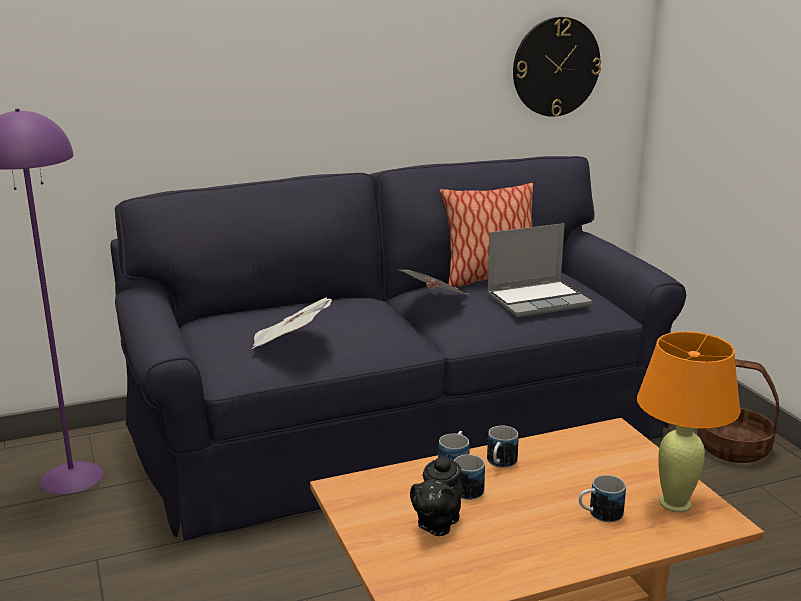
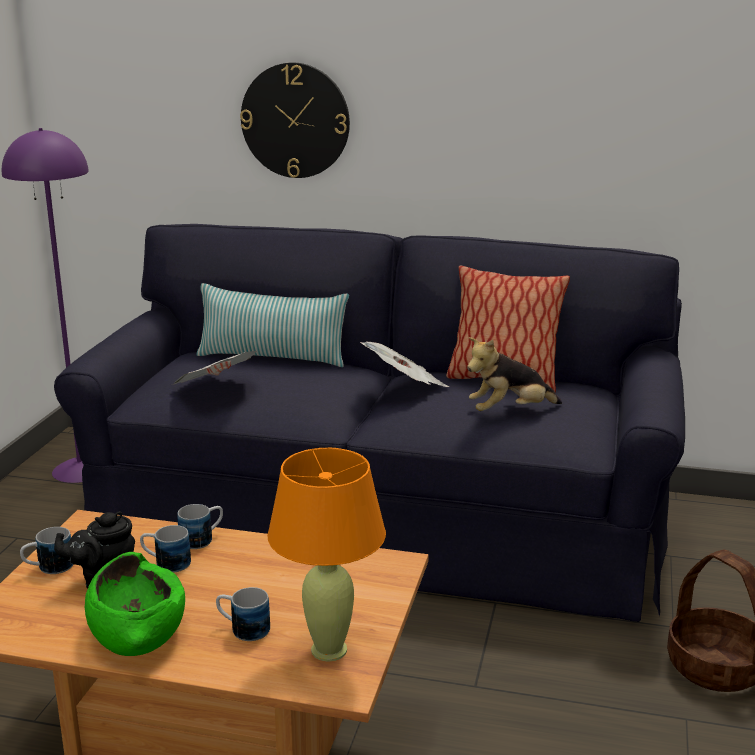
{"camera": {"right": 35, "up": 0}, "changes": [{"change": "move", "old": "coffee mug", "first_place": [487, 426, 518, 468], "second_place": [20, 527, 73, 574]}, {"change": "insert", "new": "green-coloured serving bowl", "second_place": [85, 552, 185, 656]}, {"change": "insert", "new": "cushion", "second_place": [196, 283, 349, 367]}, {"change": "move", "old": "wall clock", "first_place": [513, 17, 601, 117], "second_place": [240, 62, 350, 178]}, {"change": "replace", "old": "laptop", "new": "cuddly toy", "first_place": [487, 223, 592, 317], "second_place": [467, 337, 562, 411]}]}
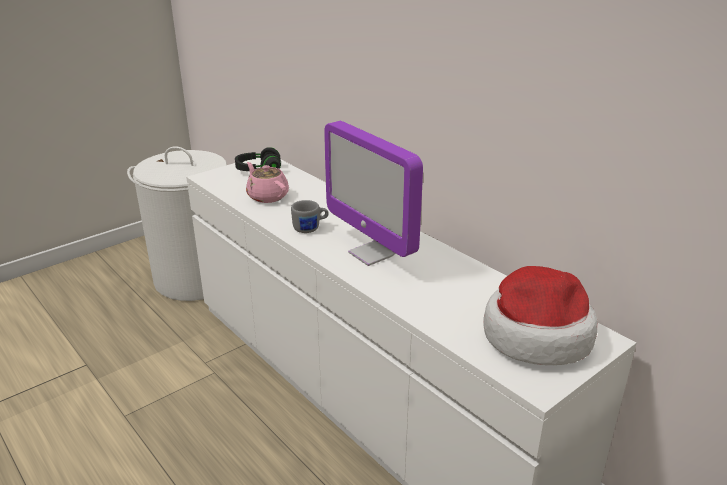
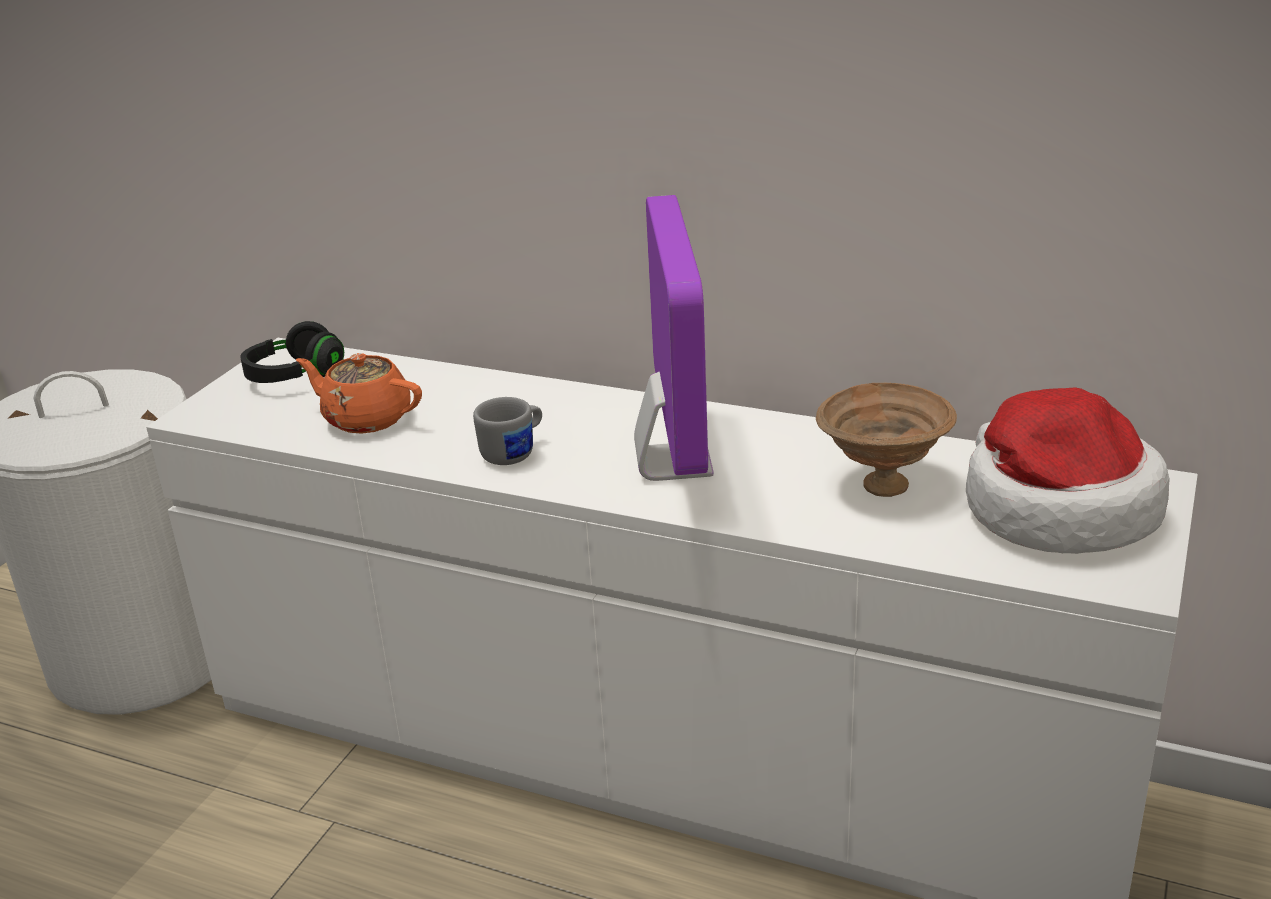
{"camera": {"right": -25, "up": 0}, "changes": [{"change": "recolor", "old": "pink pot for tea", "new": "orangey pot for tea", "first_place": [246, 162, 289, 203], "second_place": [296, 353, 422, 434]}, {"change": "rotate", "old": "computer display", "first_place": [324, 121, 423, 266], "second_place": [634, 195, 714, 481], "degrees": -120}, {"change": "insert", "new": "brown-coloured serving bowl", "second_place": [816, 382, 957, 497]}]}
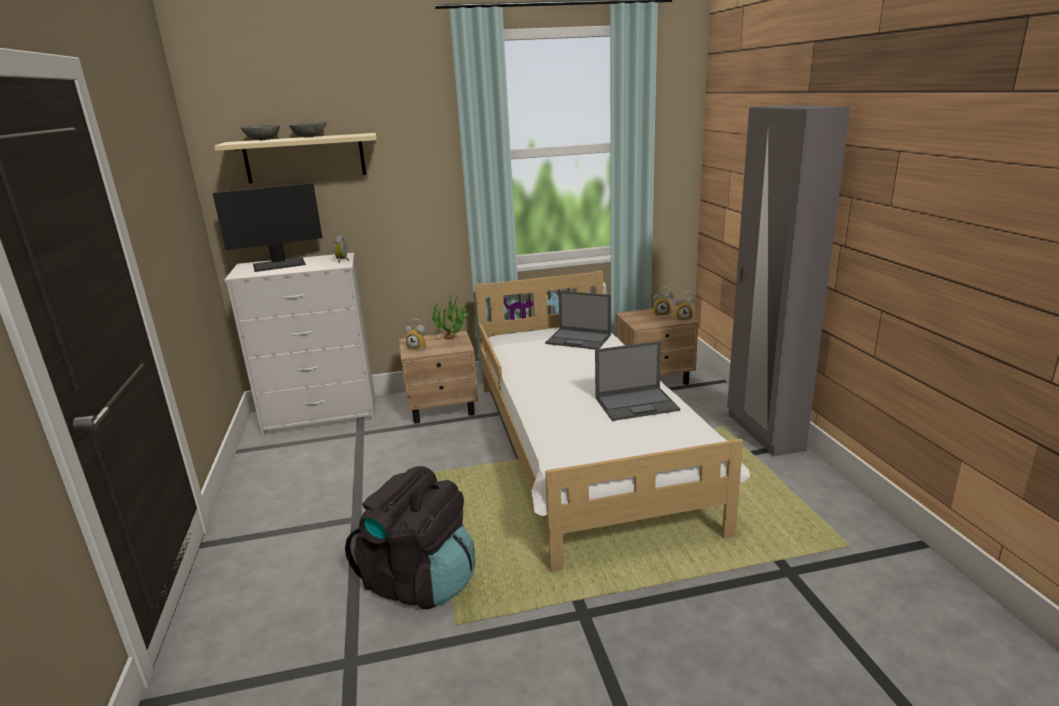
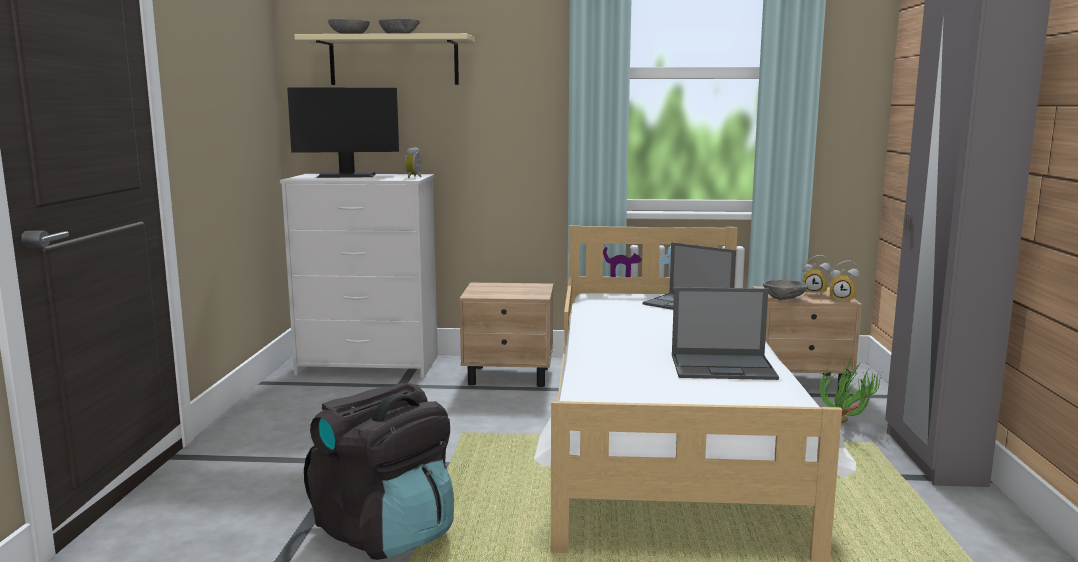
{"camera": {"right": 15, "up": -10}, "changes": [{"change": "insert", "new": "grey serving bowl", "second_place": [763, 280, 808, 300]}, {"change": "move", "old": "plant in a pot", "first_place": [431, 294, 471, 339], "second_place": [818, 359, 881, 423]}, {"change": "delete", "old": "table clock", "first_place": [405, 319, 426, 350]}]}
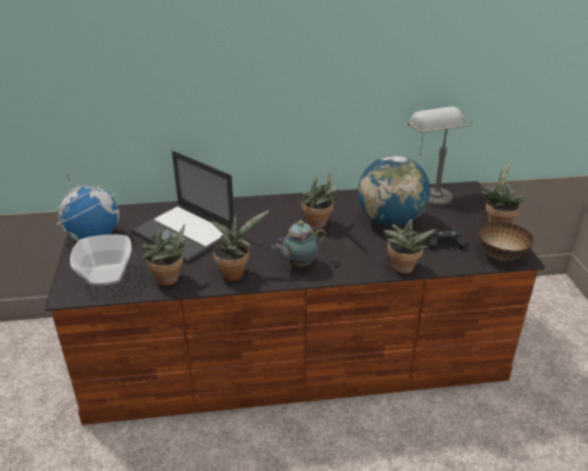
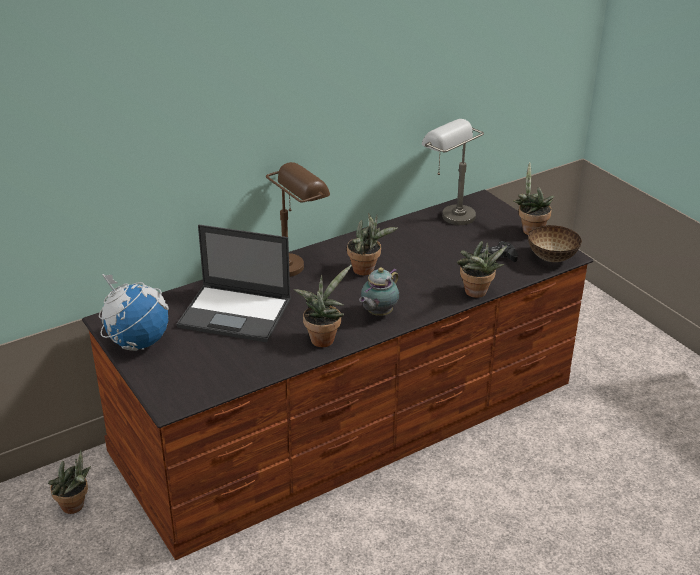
{"camera": {"right": -25, "up": 0}, "changes": [{"change": "move", "old": "plant in a pot", "first_place": [142, 224, 190, 286], "second_place": [48, 450, 91, 514]}, {"change": "insert", "new": "brown-coloured tabletop lamp", "second_place": [266, 162, 330, 277]}, {"change": "delete", "old": "serving bowl", "first_place": [70, 235, 132, 285]}, {"change": "delete", "old": "desk globe", "first_place": [358, 155, 430, 226]}]}
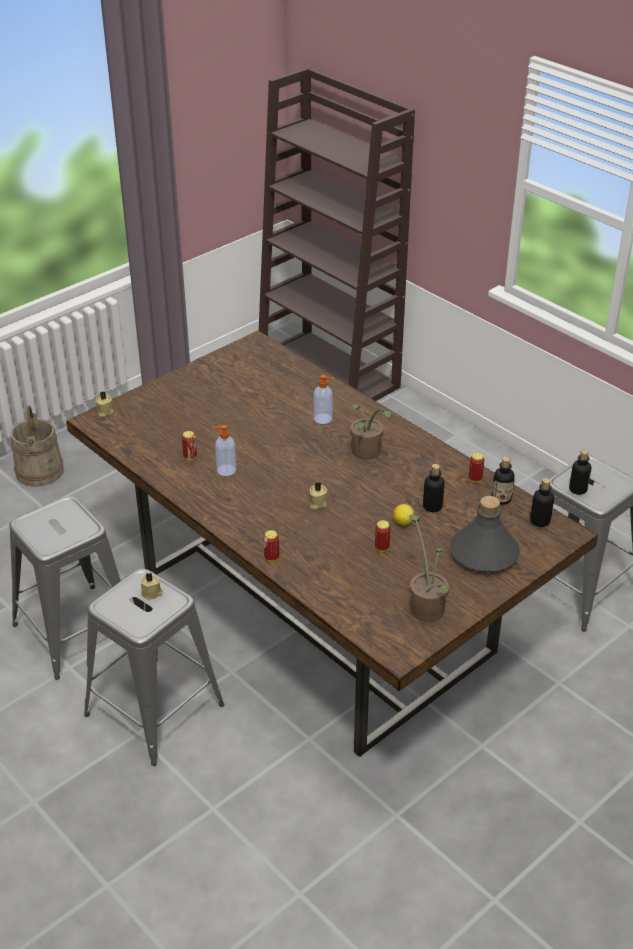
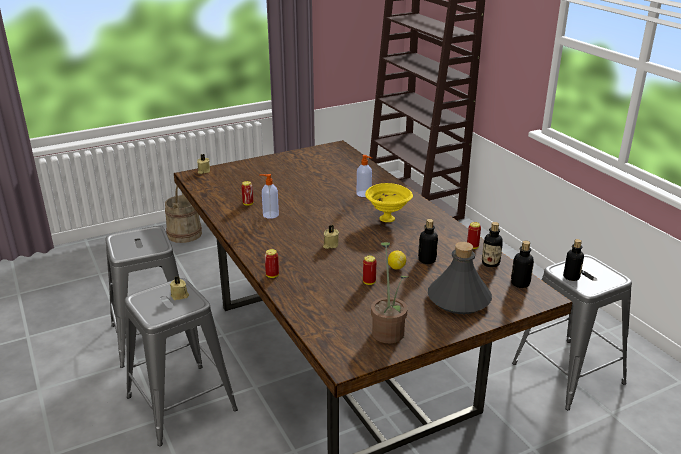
{"camera": {"right": 15, "up": -10}, "changes": [{"change": "replace", "old": "plant in a pot", "new": "yellow-coloured serving bowl", "first_place": [350, 404, 391, 460], "second_place": [365, 183, 413, 222]}]}
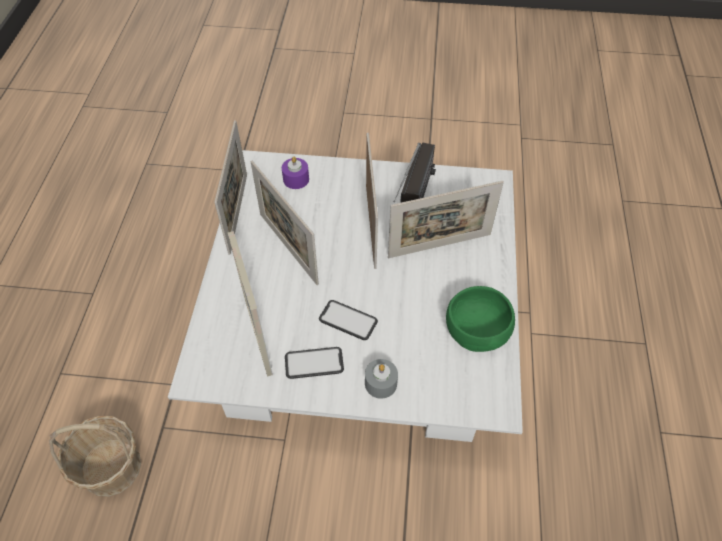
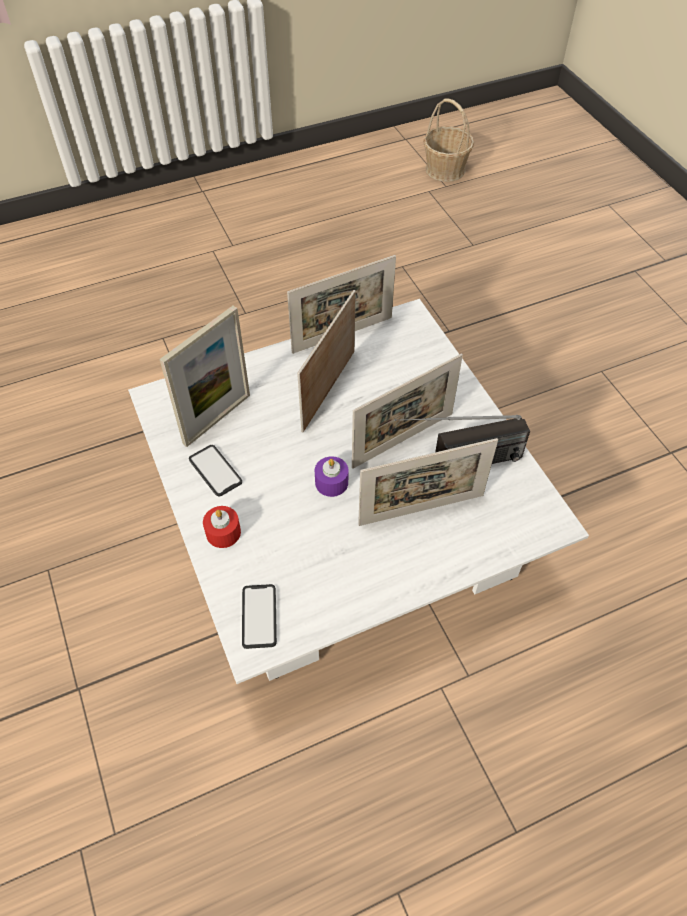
{"camera": {"right": 60, "up": 0}, "changes": [{"change": "recolor", "old": "grey wax light", "new": "red-coloured wax light", "first_place": [365, 359, 398, 399], "second_place": [203, 506, 241, 548]}, {"change": "move", "old": "telephone", "first_place": [319, 300, 378, 340], "second_place": [242, 584, 277, 649]}, {"change": "move", "old": "purplish wax light", "first_place": [282, 157, 309, 189], "second_place": [315, 456, 348, 497]}, {"change": "rotate", "old": "photo frame", "first_place": [388, 181, 504, 258], "second_place": [358, 438, 498, 526], "degrees": -60}, {"change": "move", "old": "storage basket", "first_place": [49, 416, 141, 497], "second_place": [423, 99, 474, 182]}, {"change": "delete", "old": "green-coloured serving bowl", "first_place": [446, 286, 515, 352]}]}
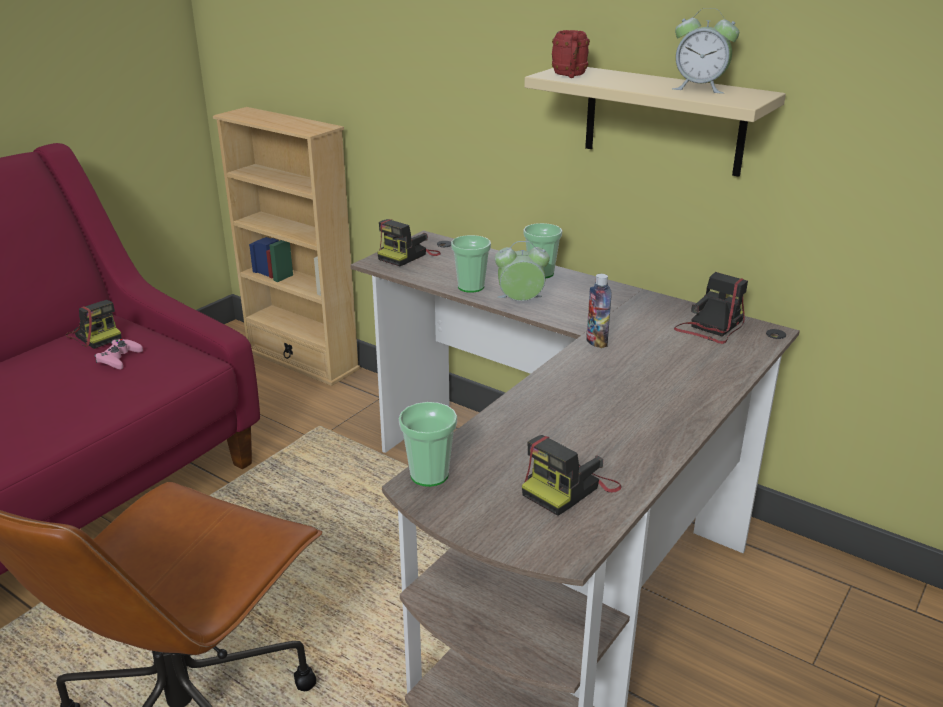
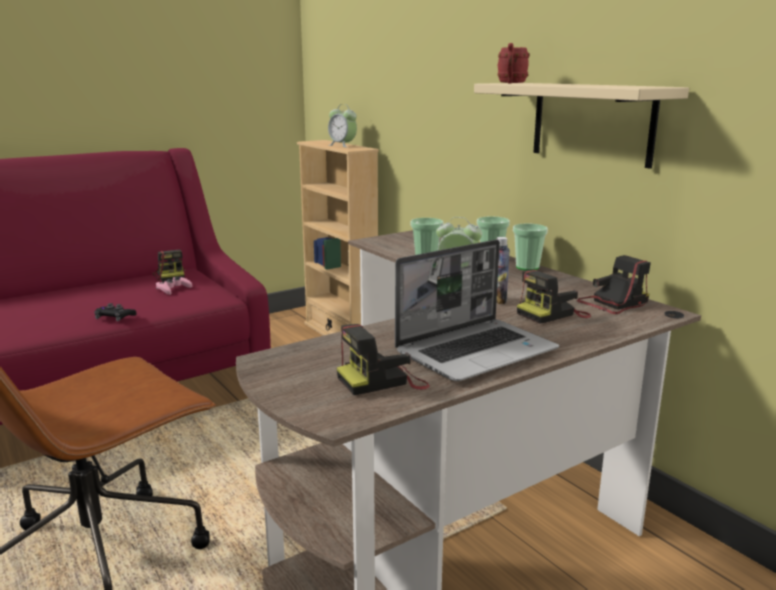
{"camera": {"right": 20, "up": -10}, "changes": [{"change": "insert", "new": "black gamepad", "second_place": [94, 303, 136, 321]}, {"change": "move", "old": "table clock", "first_place": [672, 8, 739, 94], "second_place": [328, 104, 357, 147]}, {"change": "insert", "new": "laptop", "second_place": [395, 239, 559, 381]}, {"change": "move", "old": "drinking cup", "first_place": [399, 402, 457, 487], "second_place": [513, 224, 548, 270]}, {"change": "move", "old": "still camera", "first_place": [377, 219, 441, 266], "second_place": [517, 270, 591, 324]}]}
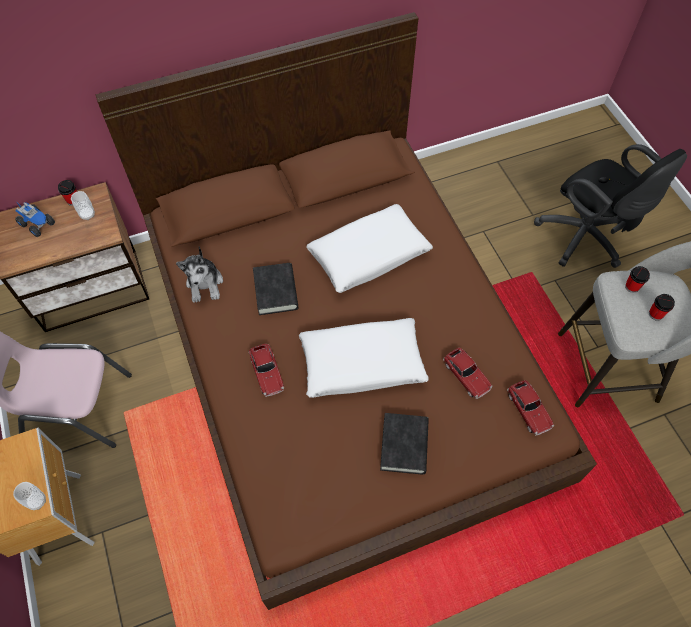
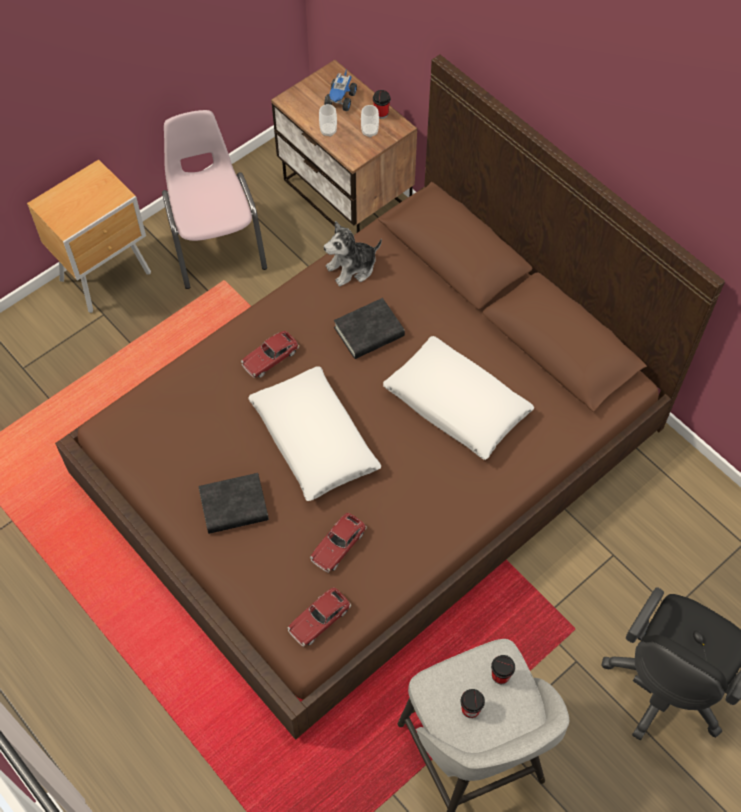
{"camera": {"right": 70, "up": 0}, "changes": [{"change": "move", "old": "drinking cup", "first_place": [13, 482, 46, 510], "second_place": [319, 104, 337, 137]}]}
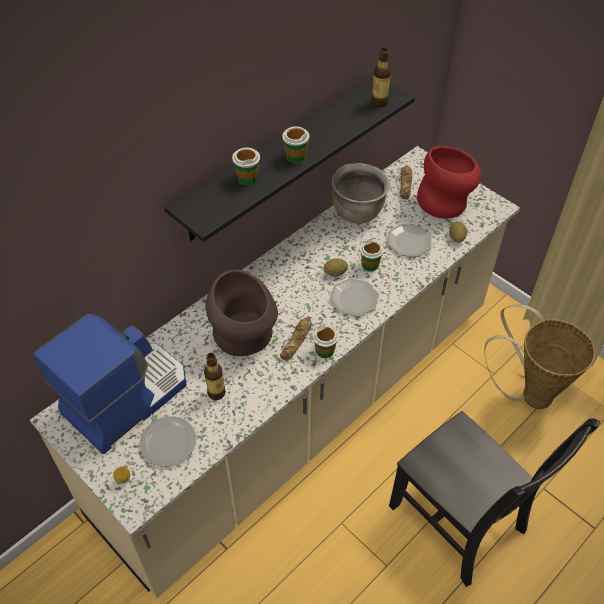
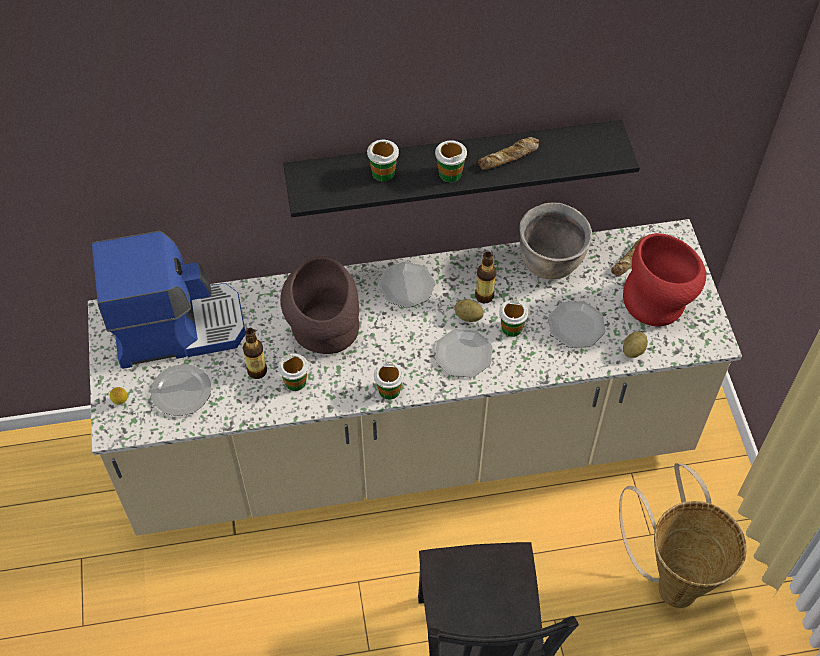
{"camera": {"right": 35, "up": 5}, "changes": [{"change": "insert", "new": "drinking cup", "second_place": [278, 354, 309, 391]}, {"change": "insert", "new": "flat dish", "second_place": [378, 261, 435, 308]}, {"change": "move", "old": "bottle", "first_place": [371, 48, 391, 107], "second_place": [475, 251, 496, 304]}, {"change": "move", "old": "bakery bread", "first_place": [280, 317, 312, 361], "second_place": [478, 137, 539, 170]}]}
